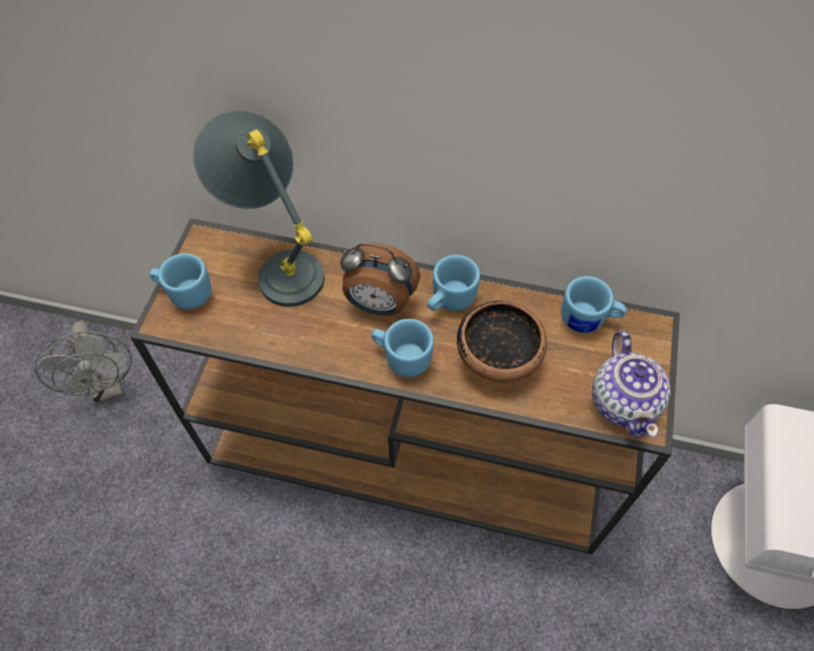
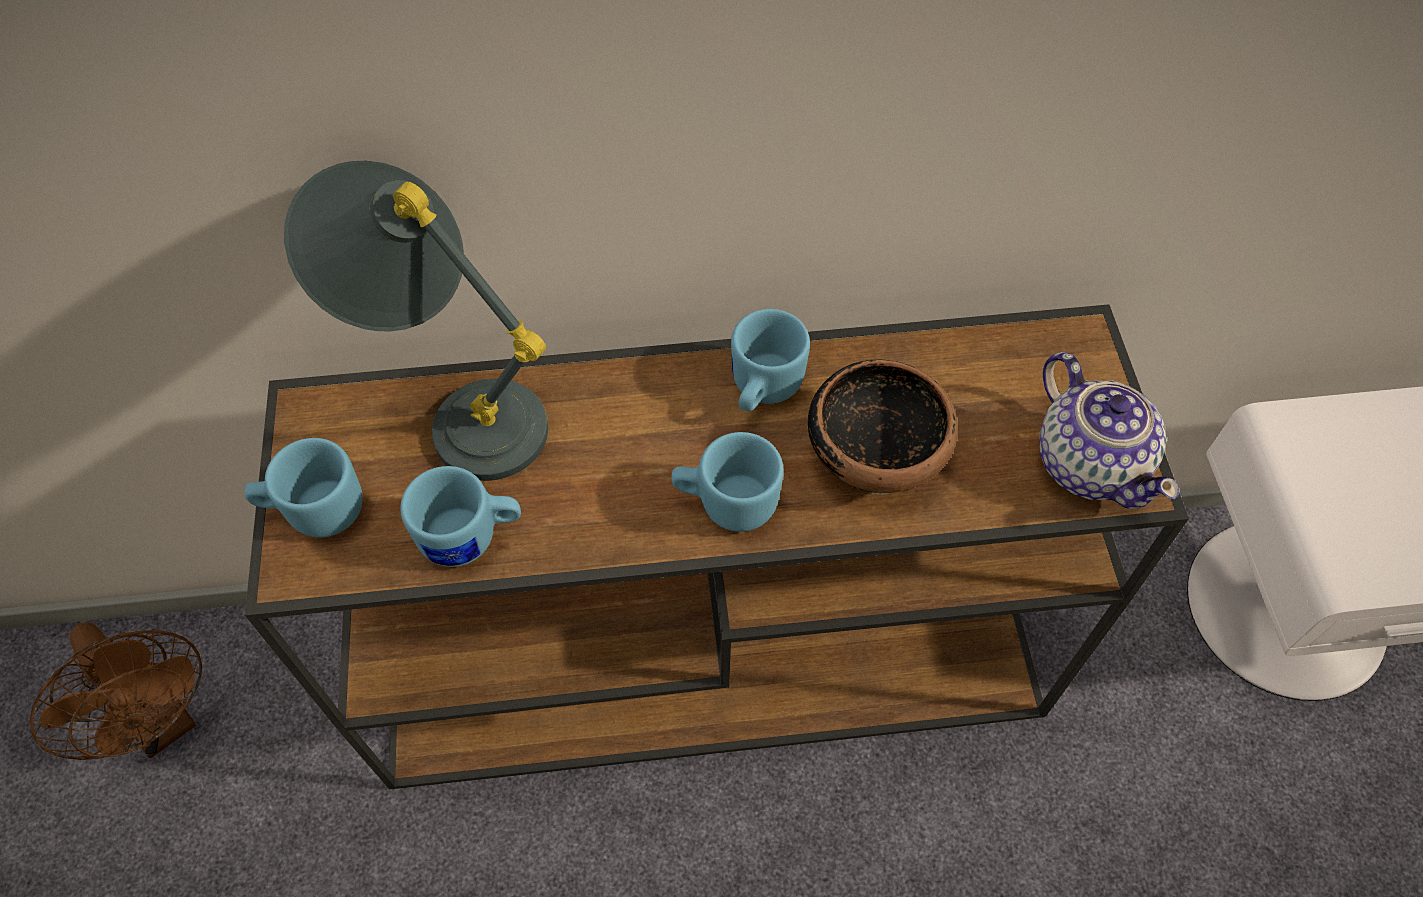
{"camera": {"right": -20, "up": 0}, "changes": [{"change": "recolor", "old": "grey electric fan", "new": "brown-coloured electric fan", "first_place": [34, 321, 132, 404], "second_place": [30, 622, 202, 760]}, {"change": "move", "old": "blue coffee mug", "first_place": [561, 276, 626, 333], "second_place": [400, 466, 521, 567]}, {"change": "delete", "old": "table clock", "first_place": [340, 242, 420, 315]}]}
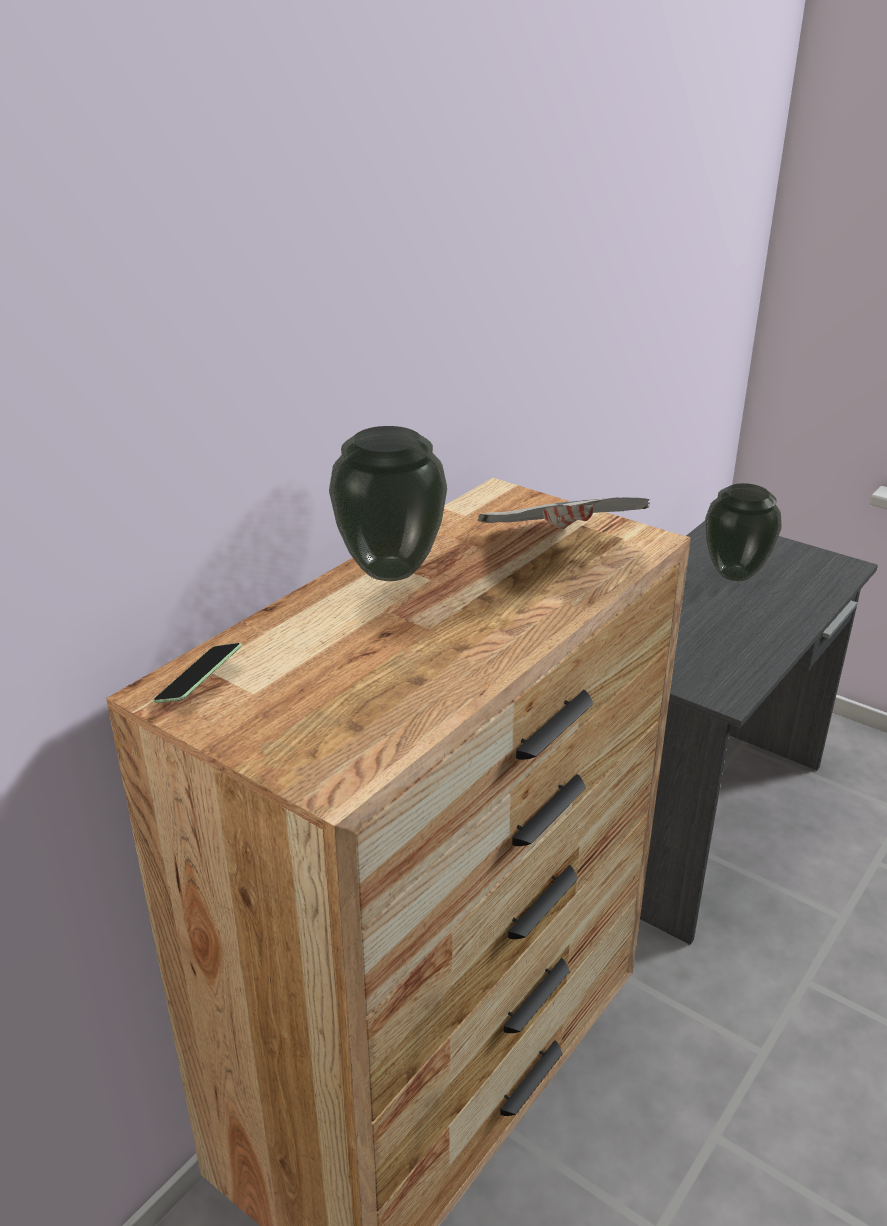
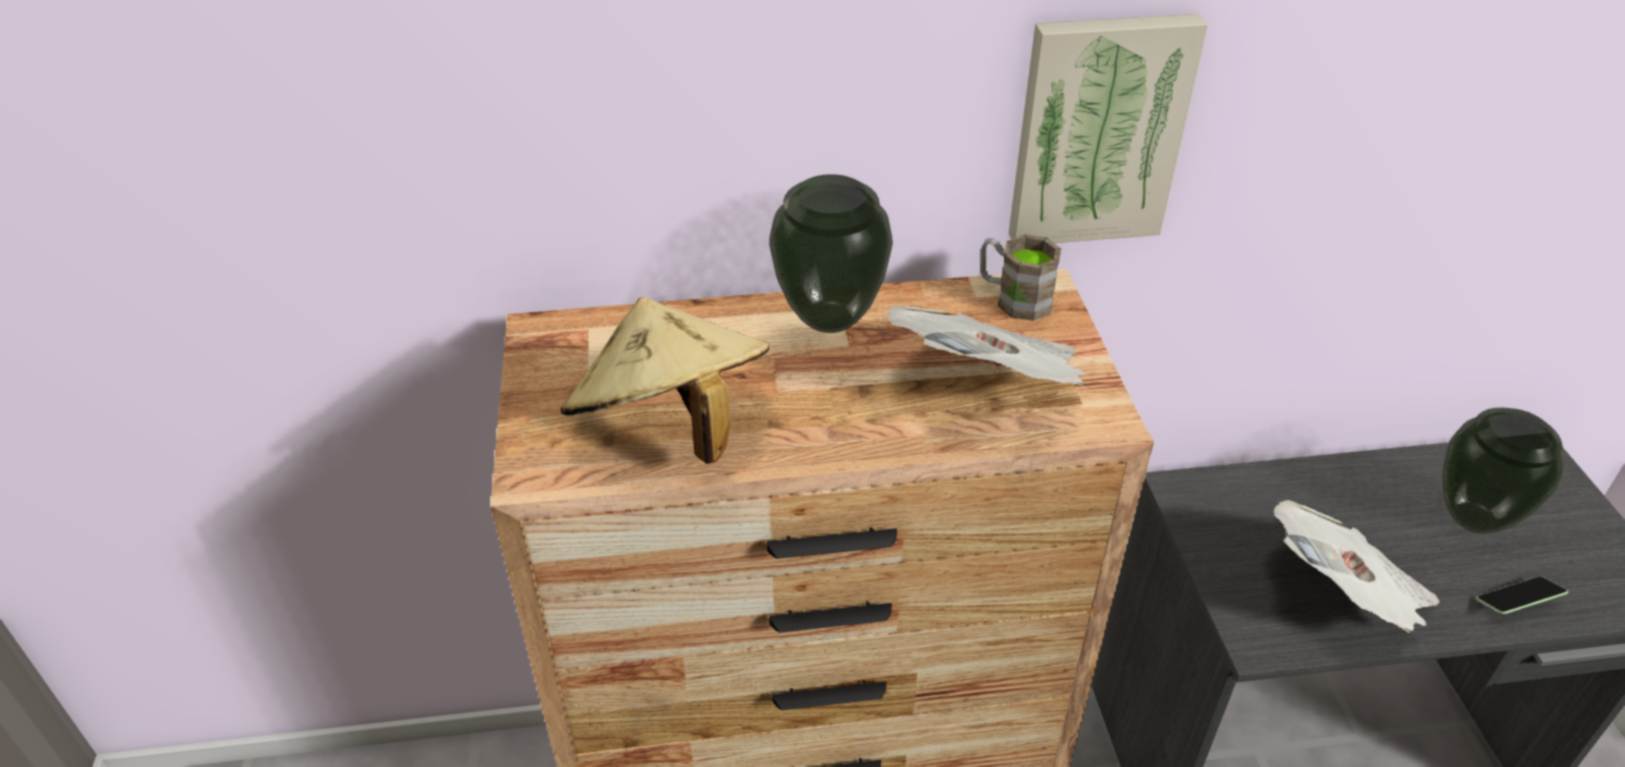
{"camera": {"right": 45, "up": 10}, "changes": [{"change": "insert", "new": "beige wearable hat", "second_place": [561, 297, 769, 464]}, {"change": "insert", "new": "brown-coloured coffee mug", "second_place": [980, 234, 1061, 321]}, {"change": "insert", "new": "picture", "second_place": [1008, 14, 1208, 243]}, {"change": "insert", "new": "printed paper", "second_place": [1274, 500, 1440, 633]}, {"change": "move", "old": "telephone", "first_place": [153, 643, 242, 703], "second_place": [1476, 577, 1568, 614]}]}
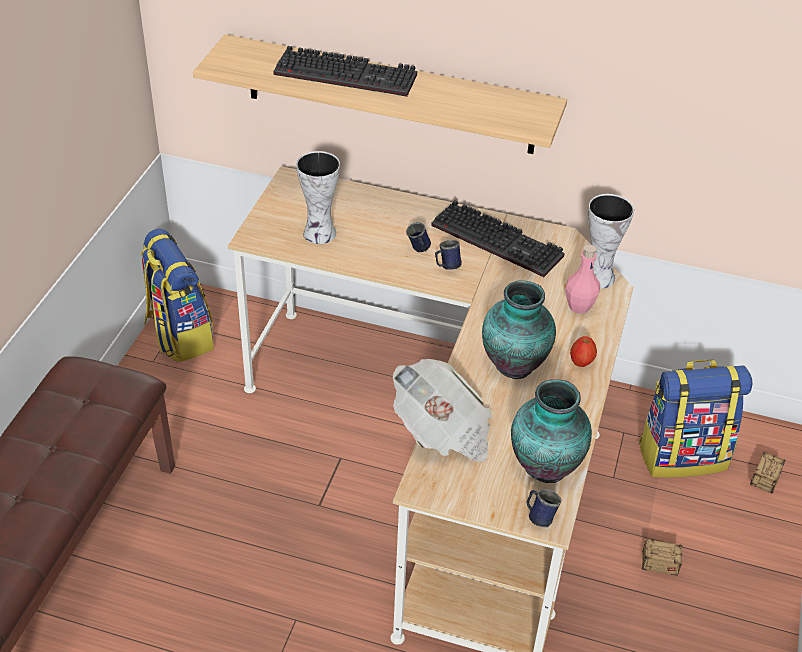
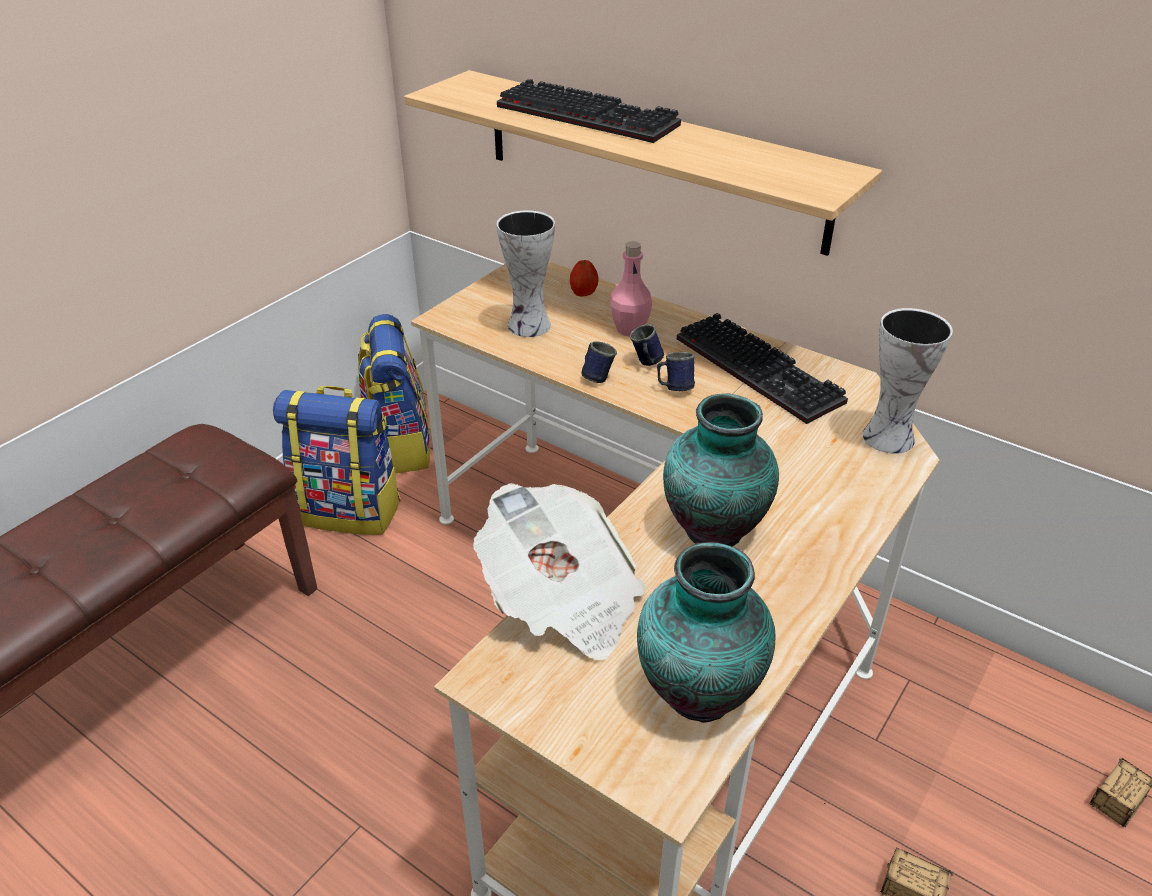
{"camera": {"right": 20, "up": -5}, "changes": [{"change": "move", "old": "knapsack", "first_place": [638, 360, 752, 478], "second_place": [273, 386, 401, 535]}, {"change": "move", "old": "apple", "first_place": [570, 336, 597, 367], "second_place": [570, 260, 598, 297]}, {"change": "move", "old": "blue coffee mug", "first_place": [526, 489, 561, 528], "second_place": [581, 341, 617, 383]}, {"change": "move", "old": "pink bottle", "first_place": [566, 245, 600, 314], "second_place": [610, 241, 652, 336]}]}
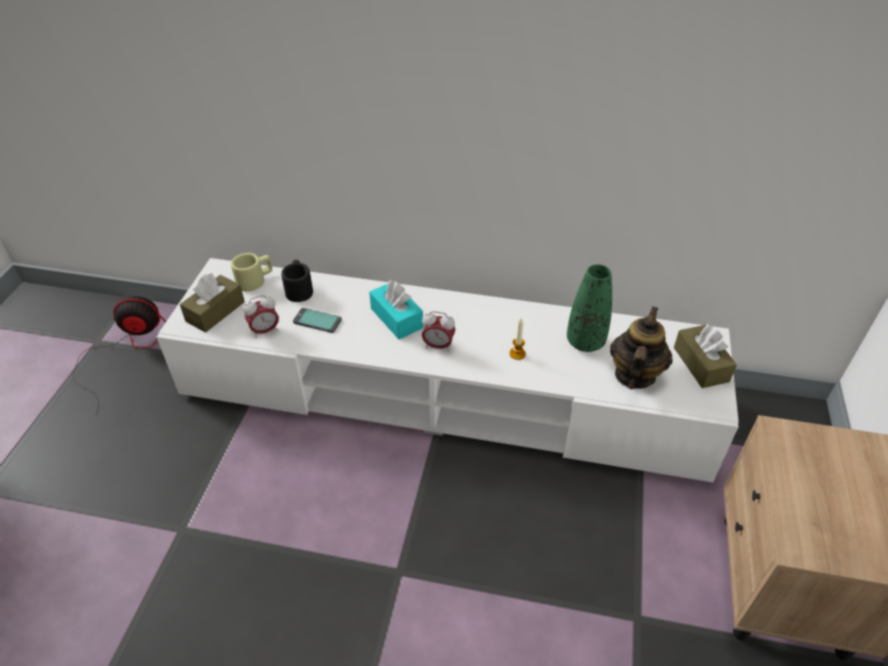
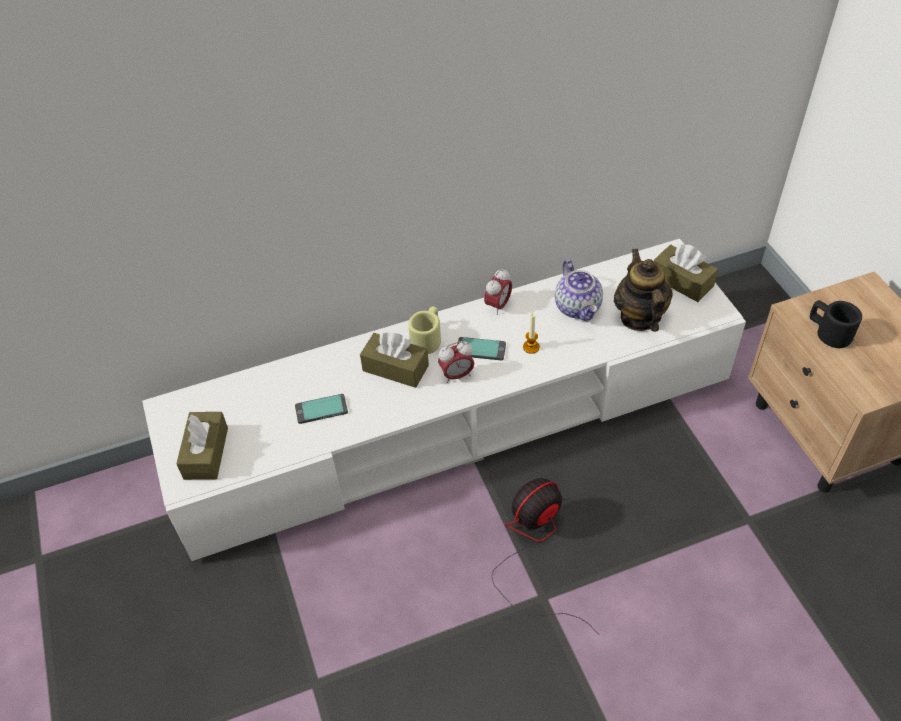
{"camera": {"right": -30, "up": 5}, "changes": [{"change": "recolor", "old": "blue-green box of tissues", "new": "brown-coloured box of tissues", "first_place": [369, 280, 423, 339], "second_place": [360, 332, 429, 388]}, {"change": "move", "old": "beige coffee mug", "first_place": [231, 253, 272, 292], "second_place": [408, 306, 441, 354]}, {"change": "insert", "new": "telephone", "second_place": [457, 337, 506, 360]}, {"change": "move", "old": "table clock", "first_place": [243, 295, 279, 338], "second_place": [484, 268, 512, 315]}, {"change": "move", "old": "electric fan", "first_place": [72, 296, 166, 415], "second_place": [491, 478, 599, 635]}, {"change": "replace", "old": "green-coloured flower vase", "new": "pot for tea", "first_place": [567, 264, 612, 352], "second_place": [555, 260, 603, 321]}, {"change": "move", "old": "black coffee mug", "first_place": [281, 260, 313, 302], "second_place": [810, 300, 862, 348]}]}
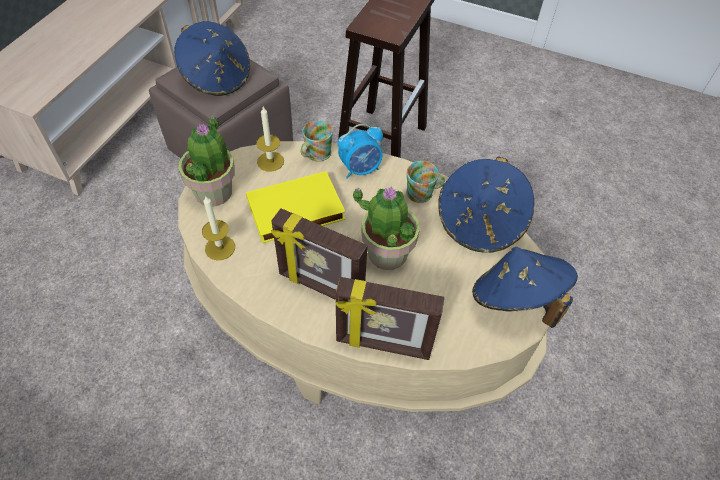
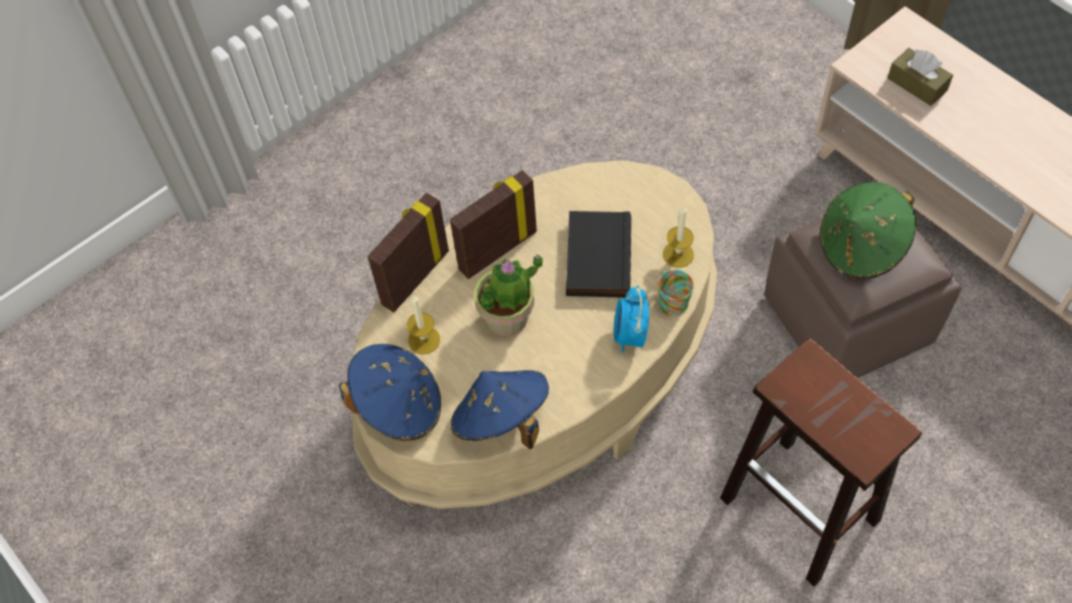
{"camera": {"right": 120, "up": 5}, "changes": [{"change": "move", "old": "wax light", "first_place": [202, 195, 235, 260], "second_place": [407, 295, 440, 354]}, {"change": "recolor", "old": "yellow-coloured bound book", "new": "black bound book", "first_place": [246, 171, 345, 243], "second_place": [566, 211, 631, 298]}, {"change": "recolor", "old": "blue wearable hat", "new": "green-coloured wearable hat", "first_place": [174, 21, 250, 96], "second_place": [820, 182, 916, 279]}, {"change": "insert", "new": "brown-coloured box of tissues", "second_place": [888, 48, 953, 106]}, {"change": "delete", "old": "plant in a pot", "first_place": [179, 116, 235, 206]}, {"change": "delete", "old": "coffee mug", "first_place": [406, 161, 445, 203]}]}
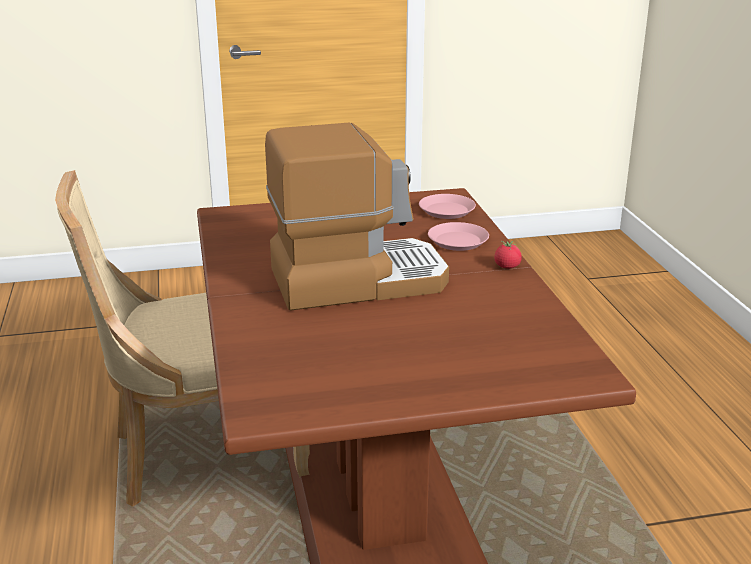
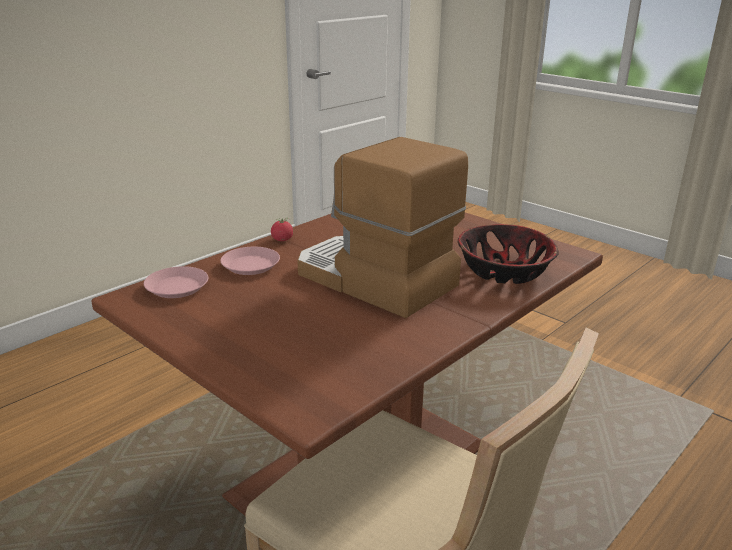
{"camera": {"right": -125, "up": 0}, "changes": [{"change": "insert", "new": "serving bowl", "second_place": [458, 224, 558, 284]}]}
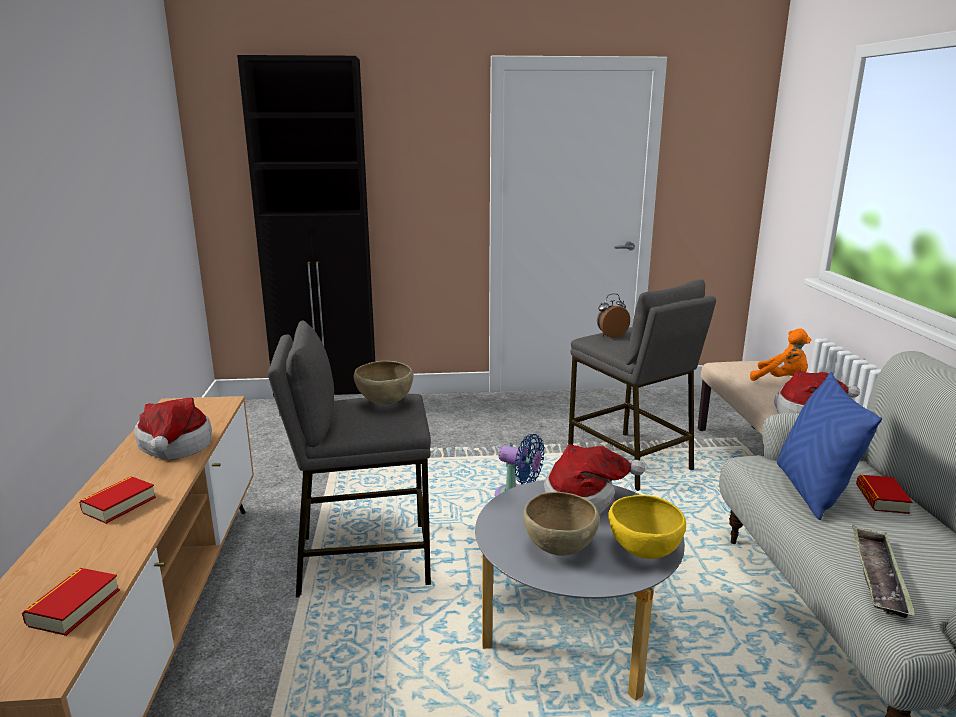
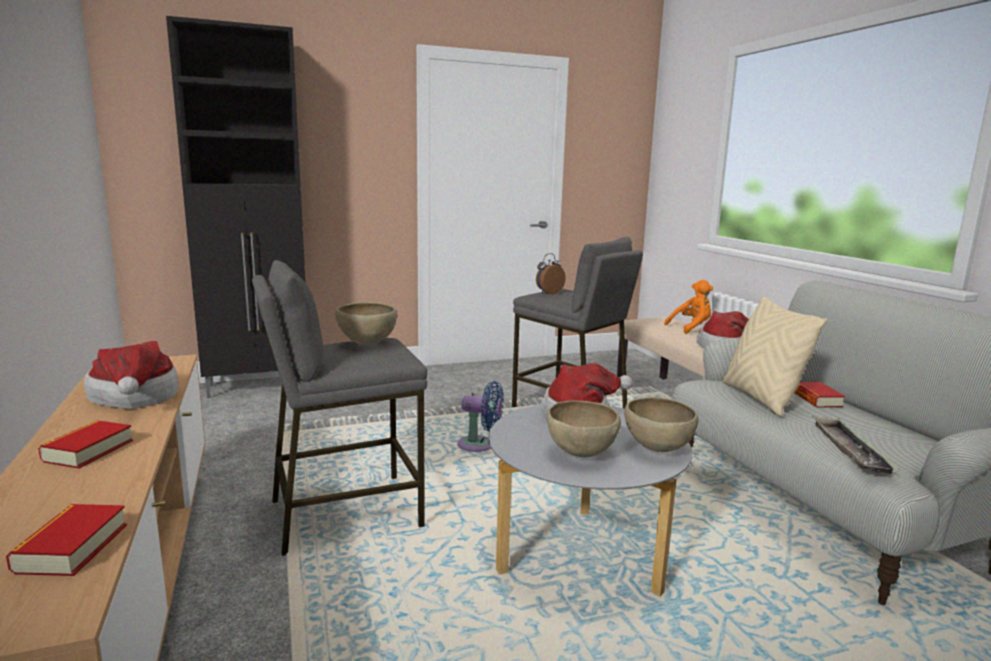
{"camera": {"right": -15, "up": -5}, "changes": [{"change": "recolor", "old": "yellow-coloured serving bowl", "new": "brown-coloured serving bowl", "first_place": [608, 495, 686, 559], "second_place": [624, 397, 698, 452]}, {"change": "rotate", "old": "orangey cuddly toy", "first_place": [750, 328, 811, 381], "second_place": [664, 280, 713, 334], "degrees": -45}, {"change": "recolor", "old": "blue cushion", "new": "beige cushion", "first_place": [777, 372, 882, 520], "second_place": [723, 295, 827, 416]}]}
